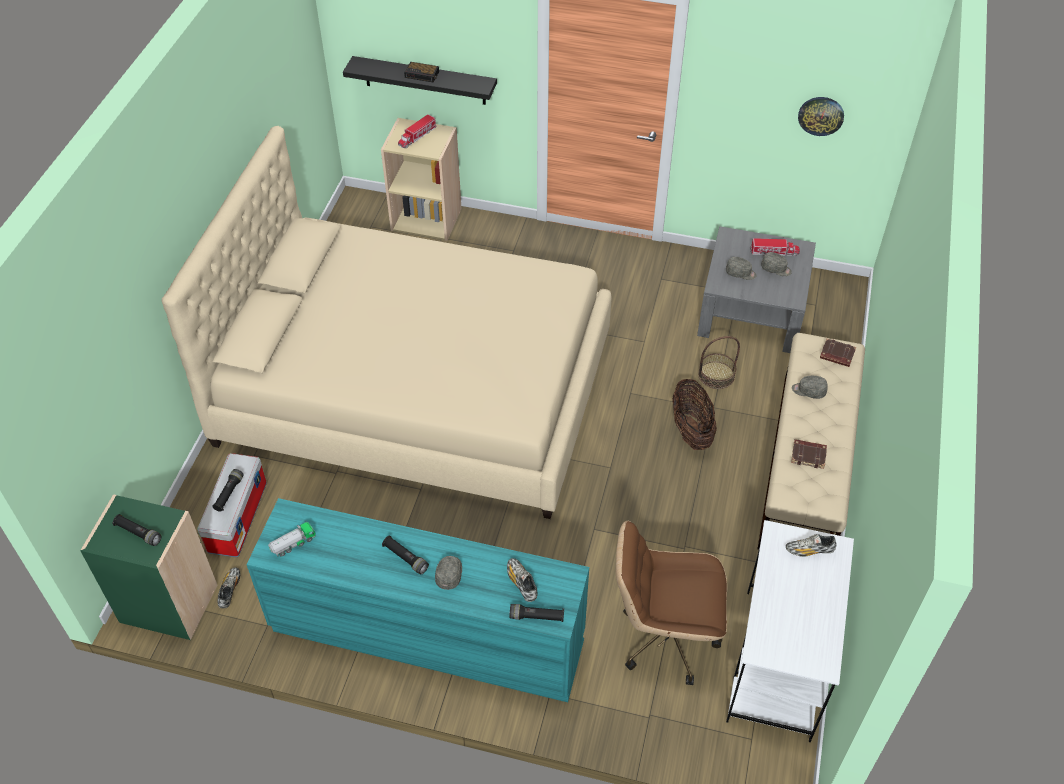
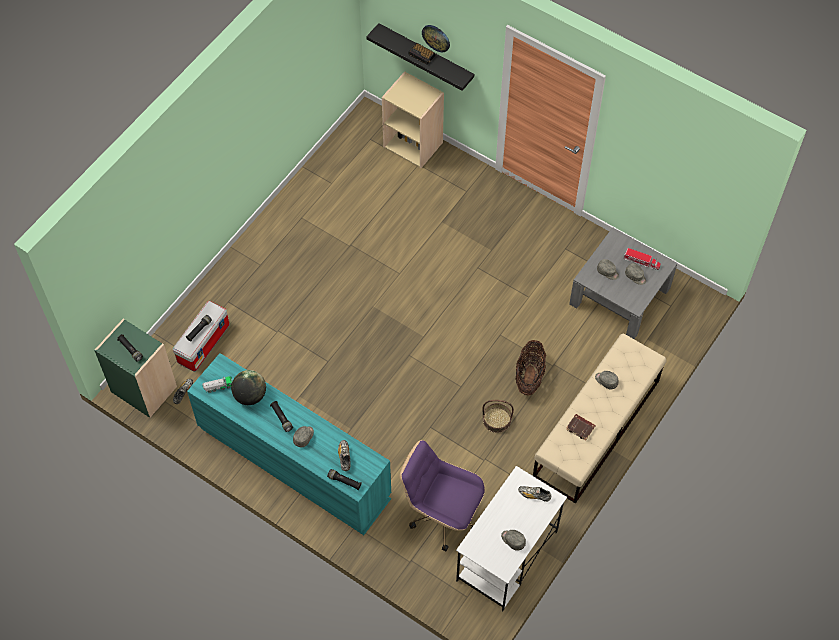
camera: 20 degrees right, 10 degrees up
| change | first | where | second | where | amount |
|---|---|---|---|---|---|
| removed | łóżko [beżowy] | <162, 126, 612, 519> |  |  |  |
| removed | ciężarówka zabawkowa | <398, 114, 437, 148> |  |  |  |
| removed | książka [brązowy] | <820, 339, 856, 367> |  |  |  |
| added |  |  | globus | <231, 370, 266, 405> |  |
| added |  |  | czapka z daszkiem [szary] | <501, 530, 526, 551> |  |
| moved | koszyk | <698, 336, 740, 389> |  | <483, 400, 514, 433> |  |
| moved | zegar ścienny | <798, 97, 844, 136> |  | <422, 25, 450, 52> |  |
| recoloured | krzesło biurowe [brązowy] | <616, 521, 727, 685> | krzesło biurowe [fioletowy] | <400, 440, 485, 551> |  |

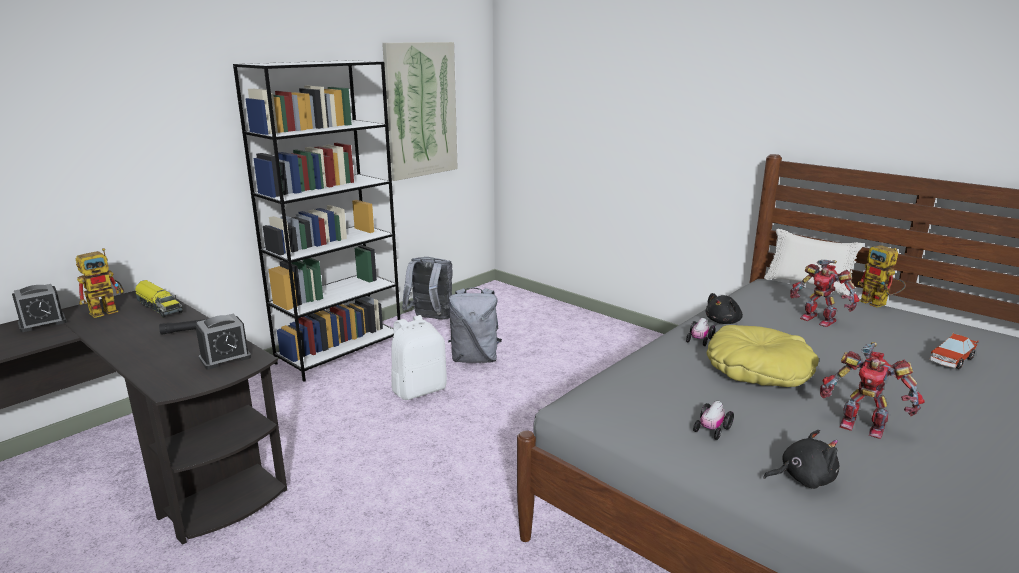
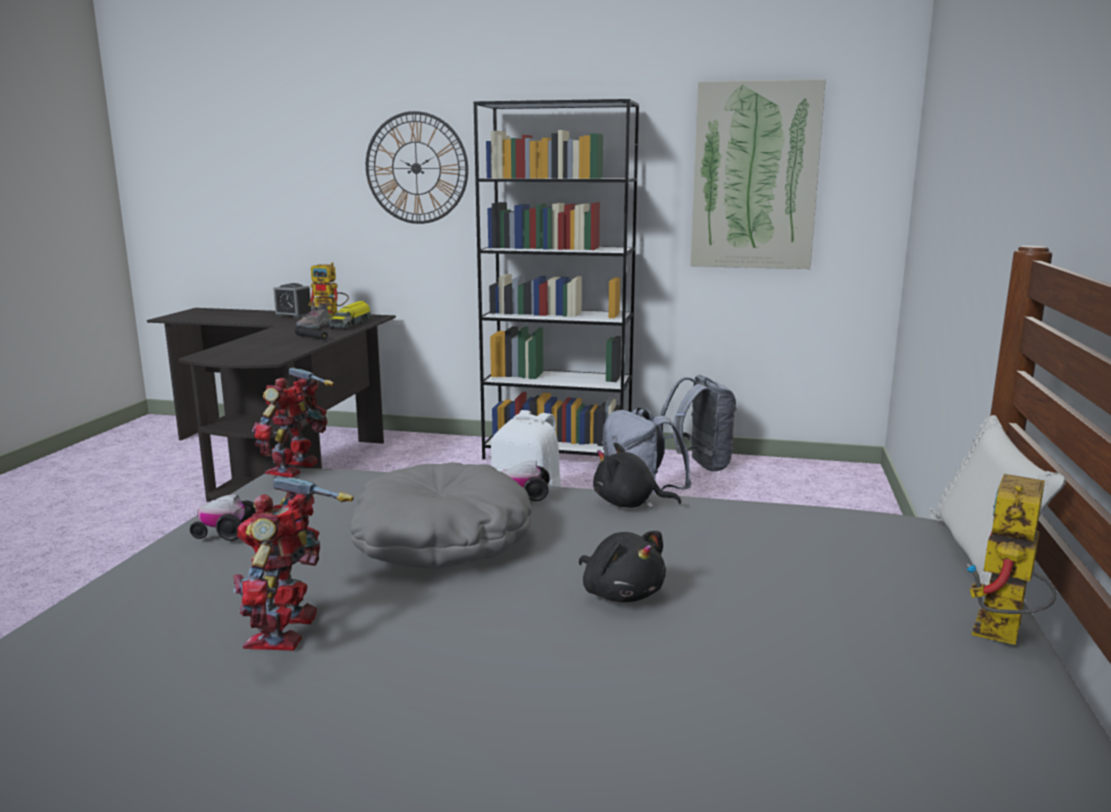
camera: 60 degrees right, 5 degrees down
| change | first | where | second | where | amount |
|---|---|---|---|---|---|
| removed | budzik | <195, 314, 251, 369> |  |  |  |
| removed | samochodzik | <929, 333, 979, 369> |  |  |  |
| added |  |  | but | <296, 303, 333, 329> |  |
| added |  |  | zegar ścienny | <366, 111, 468, 224> |  |
| moved | pluszak [czarny] | <763, 430, 839, 489> |  | <579, 531, 666, 602> |  |
| moved | robot zabawkowy | <790, 260, 859, 327> |  | <252, 367, 334, 478> |  |
| recoloured | poduszka [żółty] | <707, 325, 819, 387> | poduszka [szary] | <350, 462, 532, 569> |  |

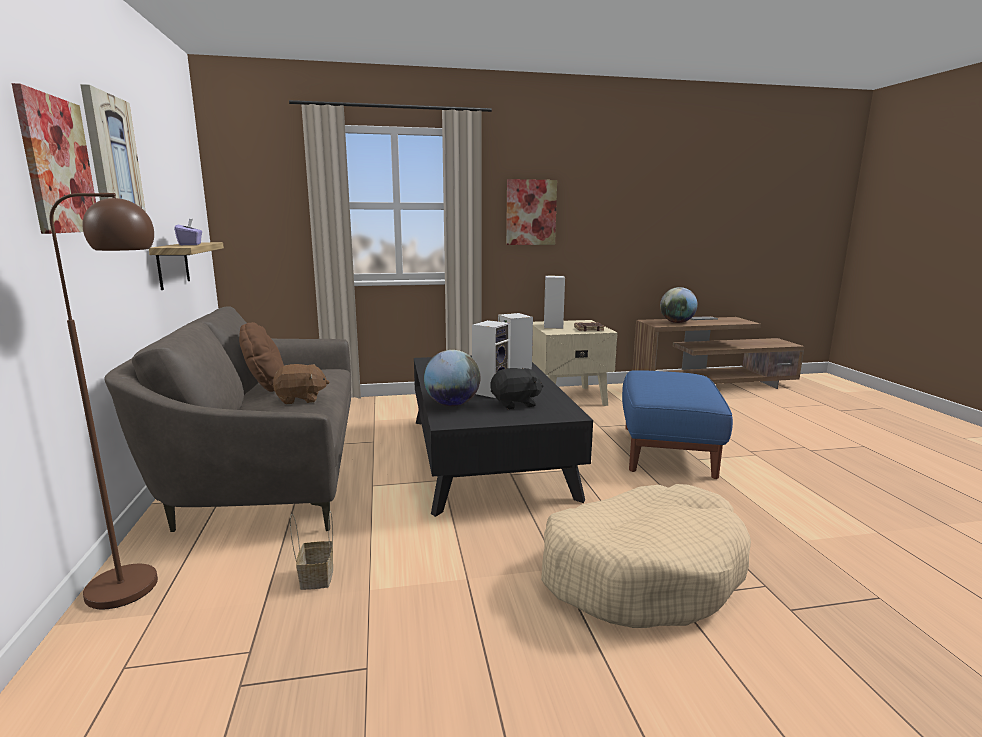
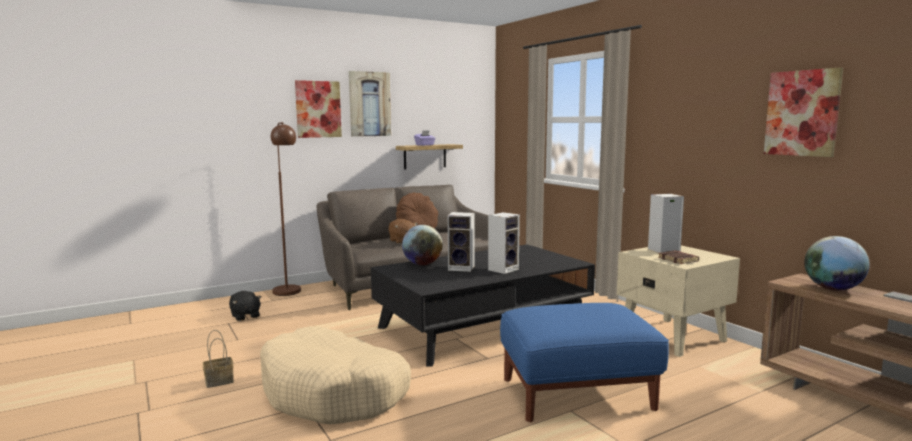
camera: 70 degrees right, 5 degrees down
| change | first | where | second | where | amount |
|---|---|---|---|---|---|
| moved | koszyk | <290, 511, 333, 590> |  | <203, 330, 234, 388> |  |
| moved | pluszak [czarny] | <491, 368, 543, 409> |  | <229, 291, 261, 321> |  |
| moved | obraz | <506, 179, 557, 245> |  | <764, 67, 843, 157> |  |

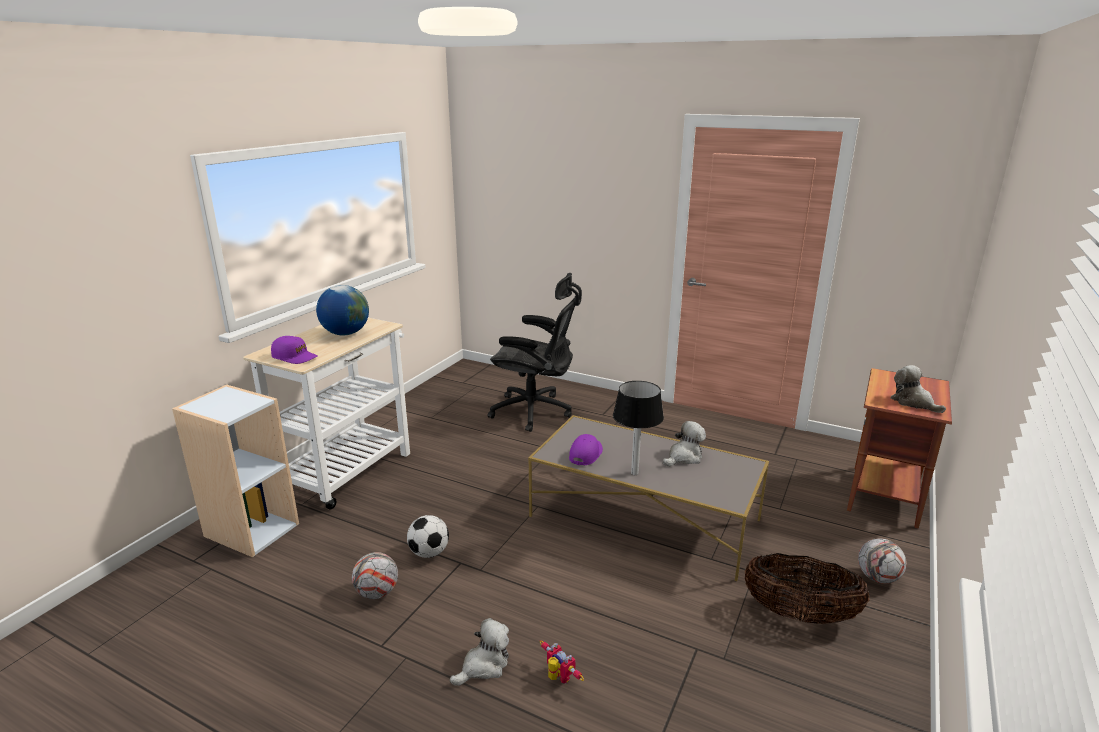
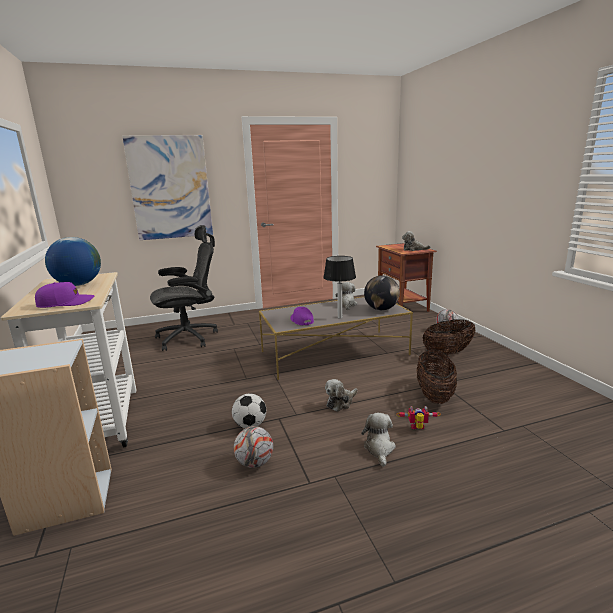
camera: 45 degrees left, 5 degrees down
| change | first | where | second | where | amount |
|---|---|---|---|---|---|
| added |  |  | obraz | <122, 135, 213, 240> |  |
| added |  |  | pluszak | <325, 379, 358, 412> |  |
| added |  |  | globus | <364, 275, 400, 310> |  |
| added |  |  | koszyk | <417, 349, 457, 404> |  |

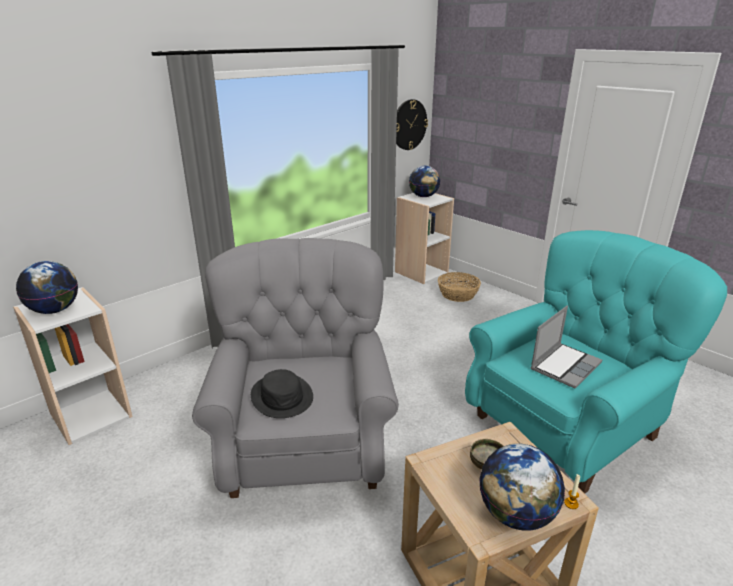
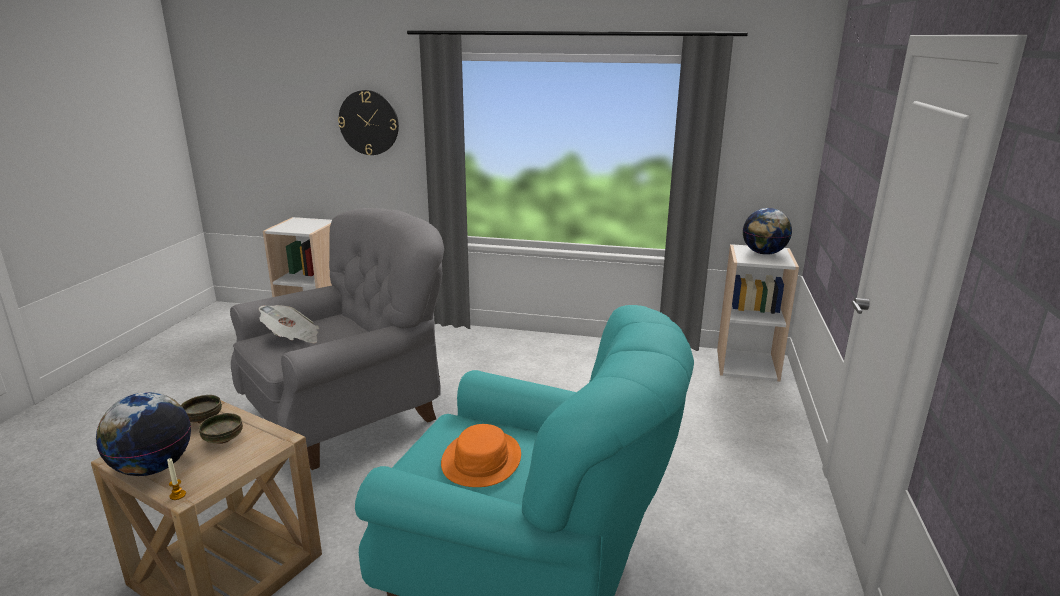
camera: 55 degrees right, 5 degrees down
| change | first | where | second | where | amount |
|---|---|---|---|---|---|
| removed | globus | <16, 261, 78, 314> |  |  |  |
| removed | koszyk | <438, 272, 481, 302> |  |  |  |
| added |  |  | miska | <181, 395, 222, 424> |  |
| moved | zegar ścienny | <396, 99, 428, 150> |  | <338, 90, 399, 155> |  |
| replaced | kapelusz [czarny] | <251, 369, 313, 418> | gazeta | <259, 305, 319, 343> |  |
| replaced | laptop | <531, 305, 602, 388> | kapelusz [pomarańczowy] | <441, 424, 521, 487> |  |

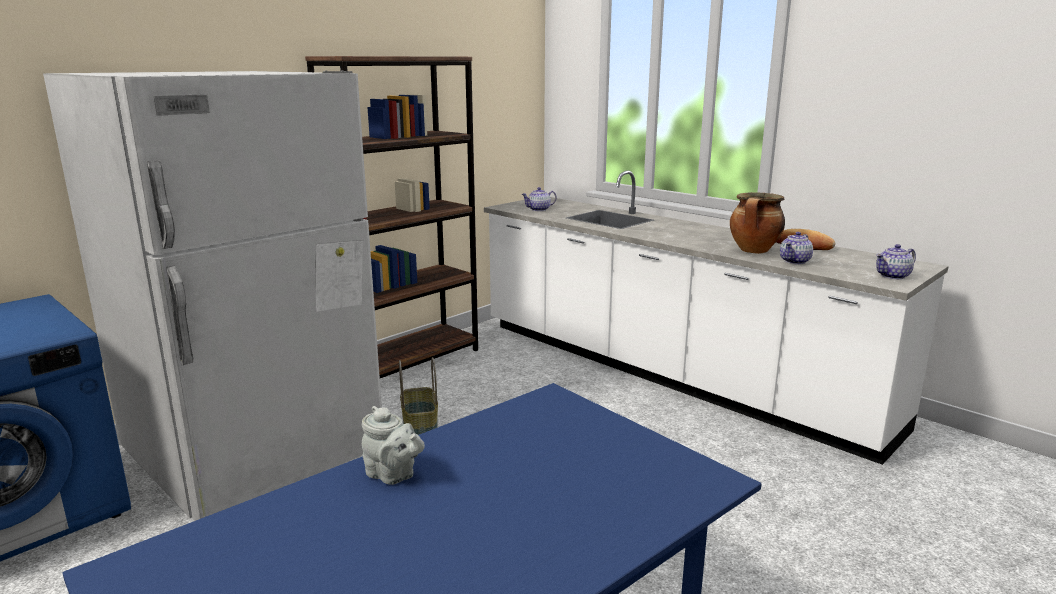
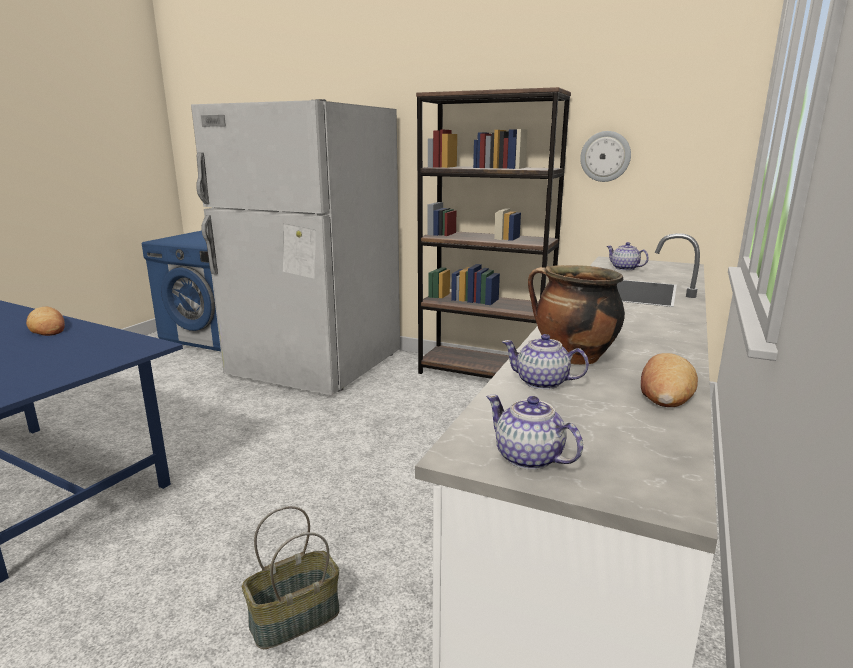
camera: 70 degrees right, 0 degrees up
| change | first | where | second | where | amount |
|---|---|---|---|---|---|
| added |  |  | zegar ścienny | <580, 131, 631, 182> |  |
| moved | koszyk | <399, 357, 438, 435> |  | <242, 506, 340, 649> |  |
| replaced | imbryk [szary] | <362, 406, 425, 485> | chleb | <26, 307, 65, 336> |  |

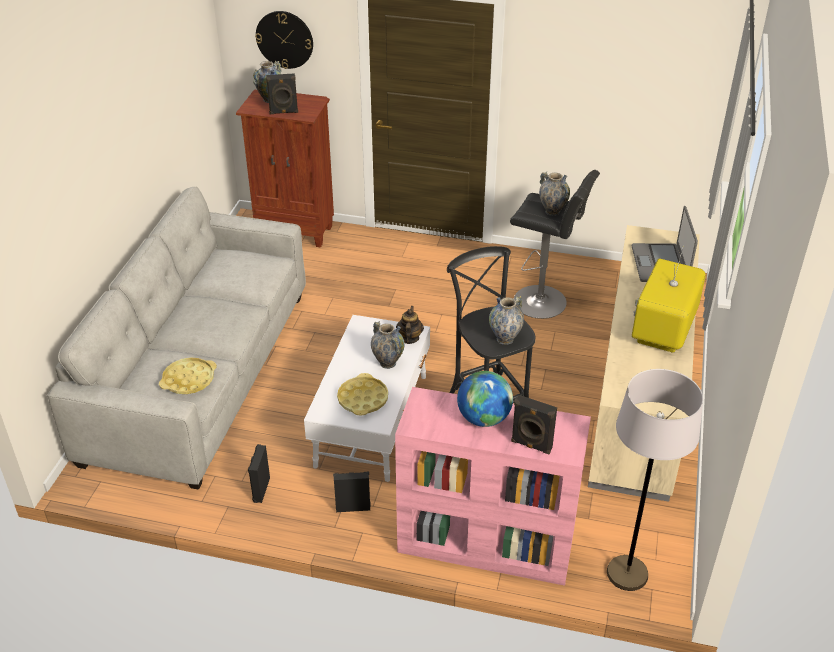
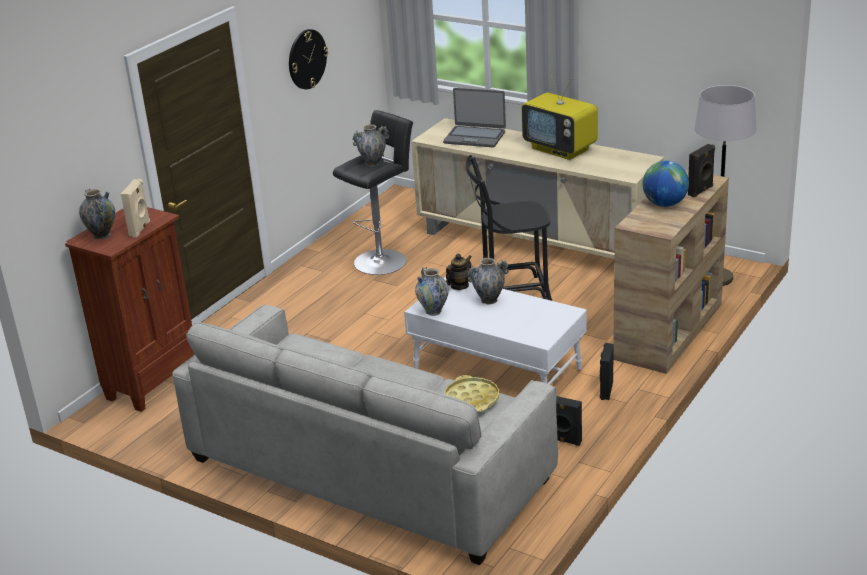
camera: 70 degrees left, 10 degrees down
| change | first | where | second | where | amount |
|---|---|---|---|---|---|
| removed | taca [żółty] | <337, 373, 388, 416> |  |  |  |
| moved | zegar ścienny | <255, 11, 313, 69> |  | <289, 29, 328, 89> |  |
| moved | wazon | <489, 296, 524, 345> |  | <415, 267, 449, 316> |  |
| recoloured | głośnik [czarny] | <266, 73, 298, 114> | głośnik [beżowy] | <121, 179, 150, 237> |  |
| recoloured | regał [różowy] | <395, 387, 591, 586> | regał [brązowy] | <613, 169, 729, 374> |  |
| turned | imbryk | <396, 306, 424, 344> |  | <446, 254, 472, 290> | 105 degrees clockwise |

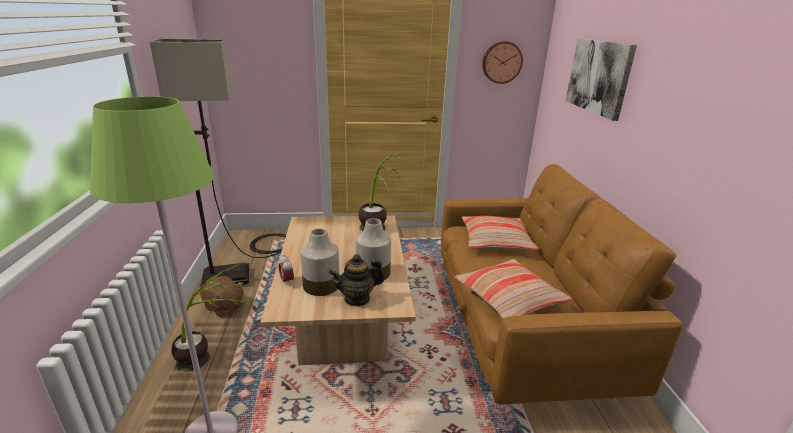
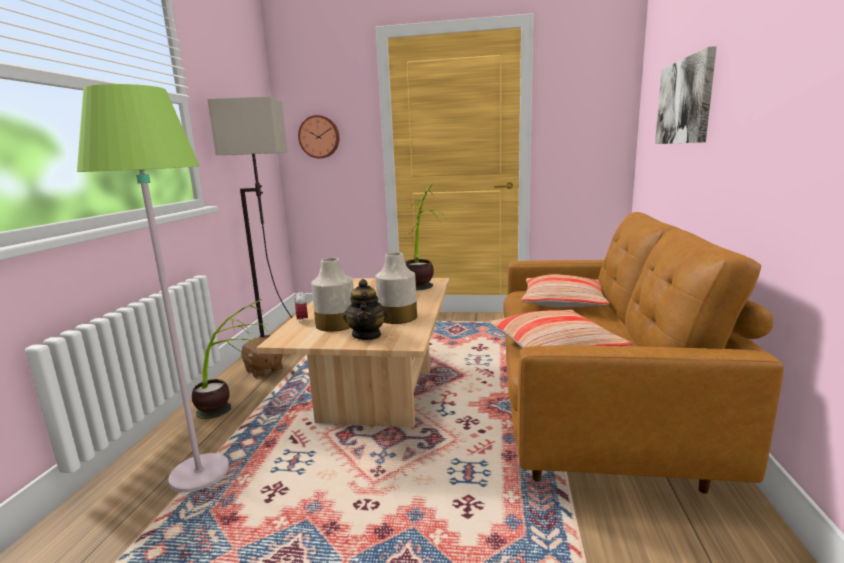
camera: 15 degrees right, 10 degrees down
| change | first | where | second | where | amount |
|---|---|---|---|---|---|
| moved | zegar ścienny | <482, 41, 523, 84> |  | <298, 115, 339, 158> |  |
| turned | imbryk | <328, 254, 385, 306> |  | <343, 279, 387, 340> | 90 degrees counterclockwise |

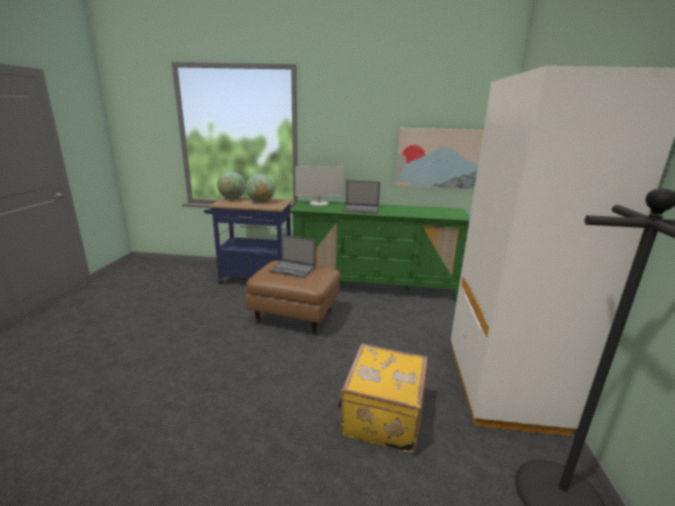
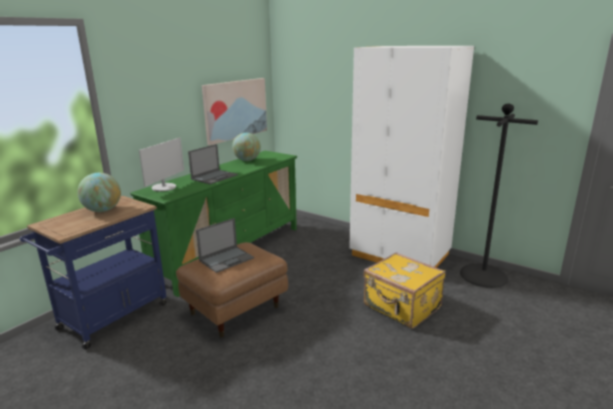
camera: 60 degrees left, 0 degrees up
| change | first | where | second | where | amount |
|---|---|---|---|---|---|
| moved | globus | <217, 171, 246, 199> |  | <232, 133, 261, 161> |  |

